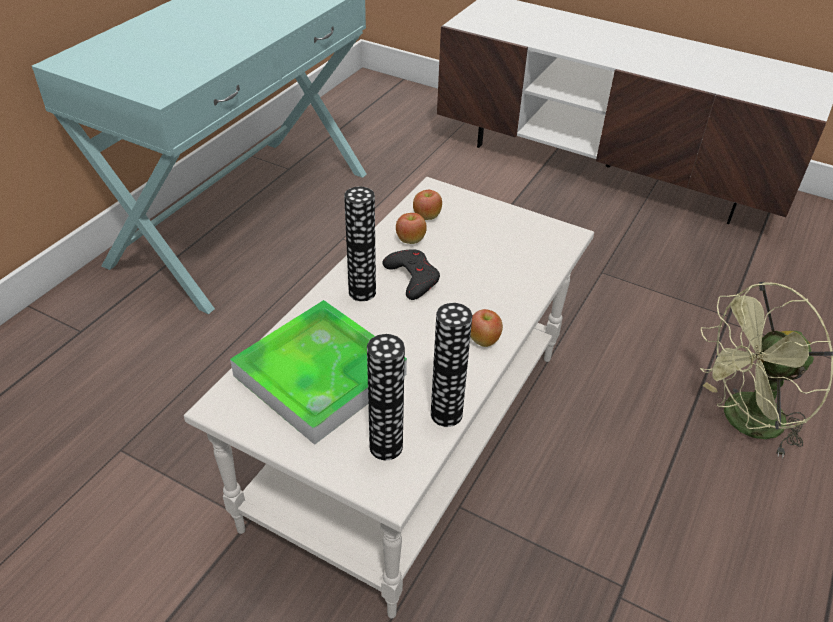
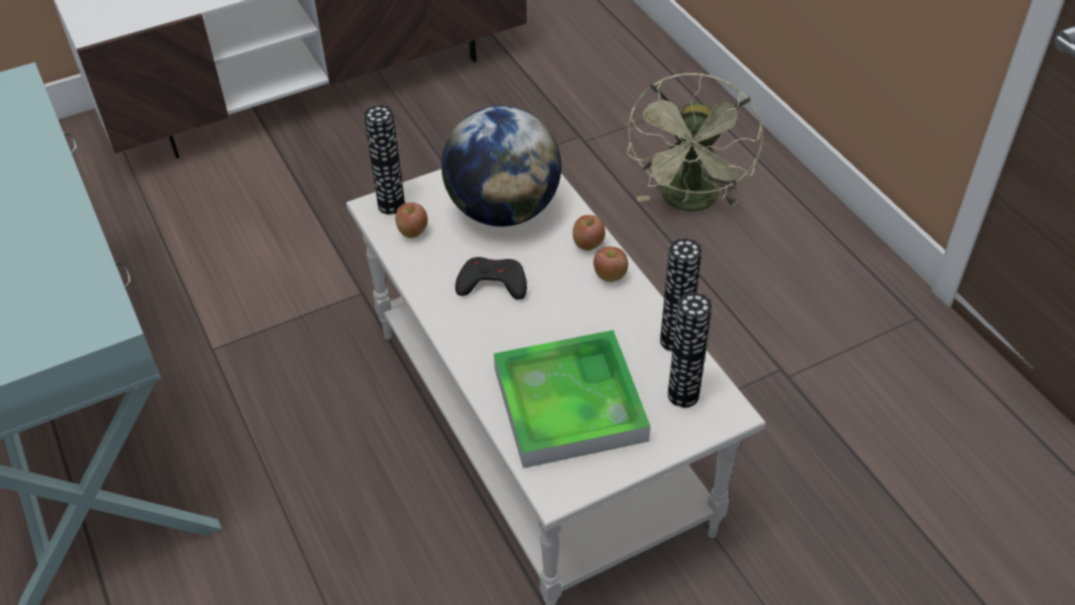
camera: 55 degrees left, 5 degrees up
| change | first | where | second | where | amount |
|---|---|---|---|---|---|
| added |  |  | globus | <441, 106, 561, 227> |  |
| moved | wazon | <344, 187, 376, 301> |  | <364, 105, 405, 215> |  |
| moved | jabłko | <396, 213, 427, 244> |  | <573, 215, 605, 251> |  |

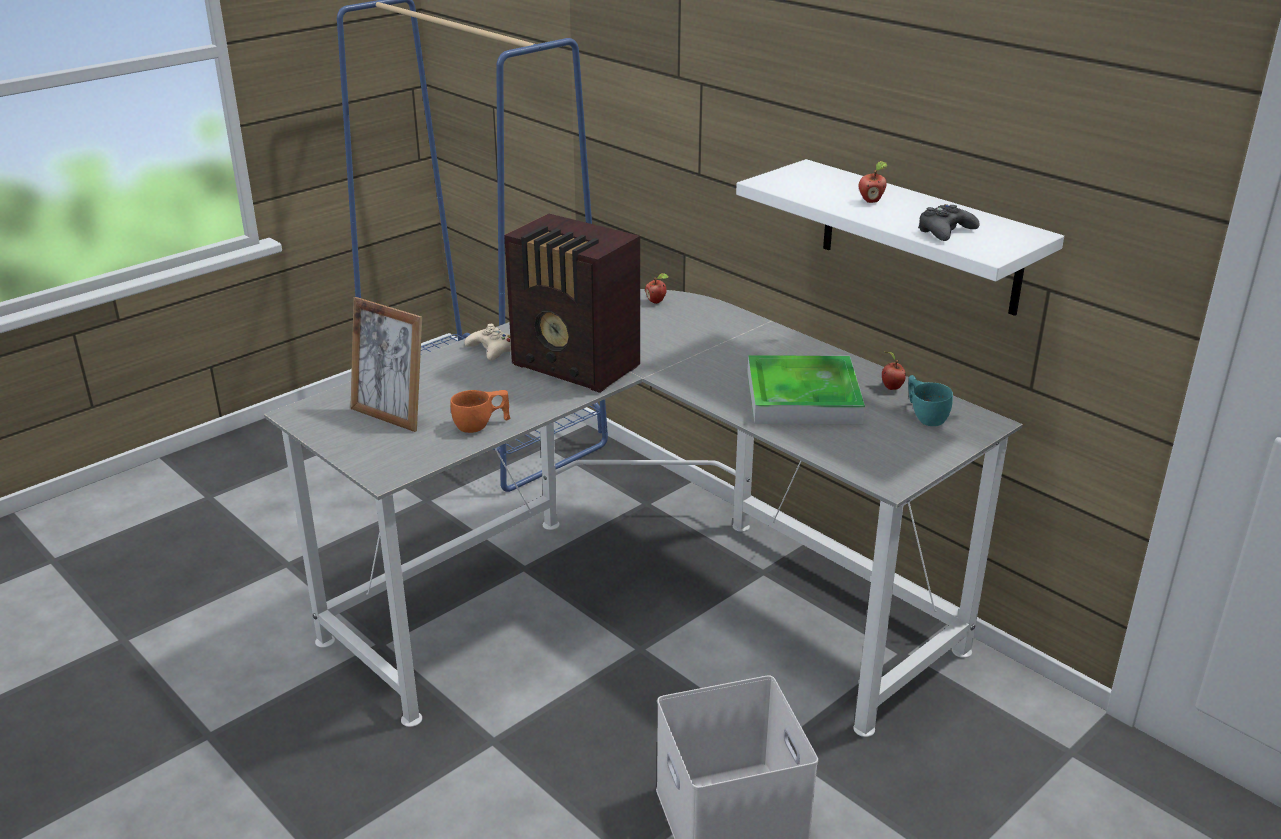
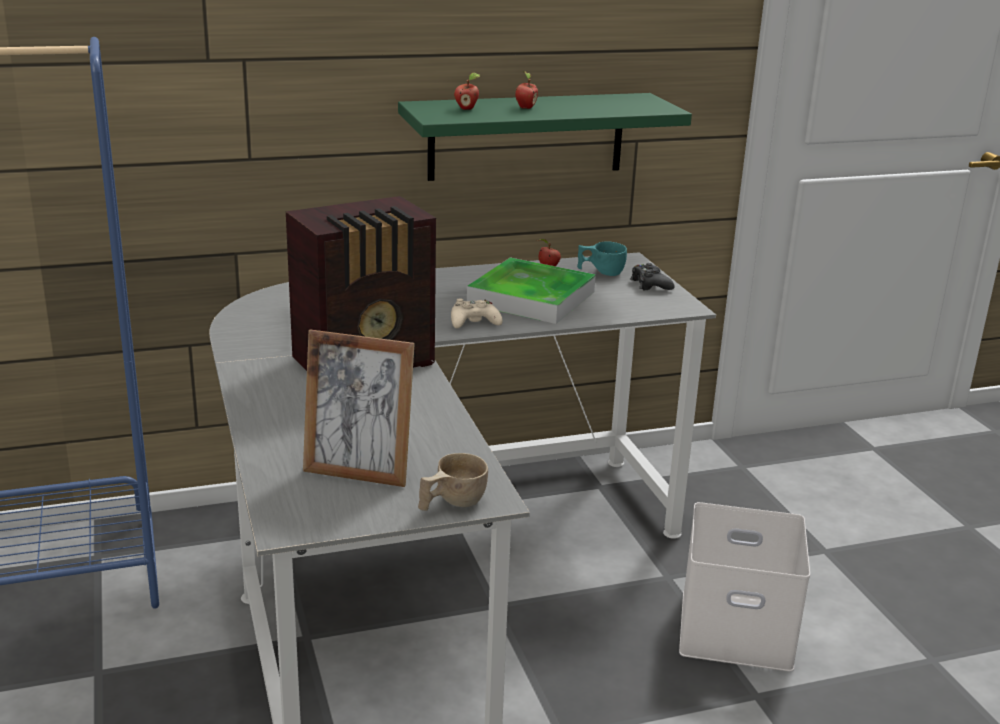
camera: 65 degrees left, 5 degrees down
| change | first | where | second | where | amount |
|---|---|---|---|---|---|
| removed | filiżanka [pomarańczowy] | <450, 390, 510, 433> |  |  |  |
| added |  |  | filiżanka [beżowy] | <418, 453, 488, 511> |  |
| moved | pad do gier [beżowy] | <465, 324, 511, 361> |  | <451, 298, 503, 328> |  |
| moved | jabłko | <645, 273, 669, 304> |  | <454, 73, 480, 110> |  |
| moved | pad do gier [czarny] | <918, 204, 980, 241> |  | <630, 263, 675, 290> |  |
| recoloured | półka [biały] | <736, 159, 1064, 316> | półka [zielony] | <398, 93, 692, 181> |  |
| turned | ramka na zdjęcie | <351, 297, 422, 432> |  | <303, 329, 415, 487> | 45 degrees clockwise |

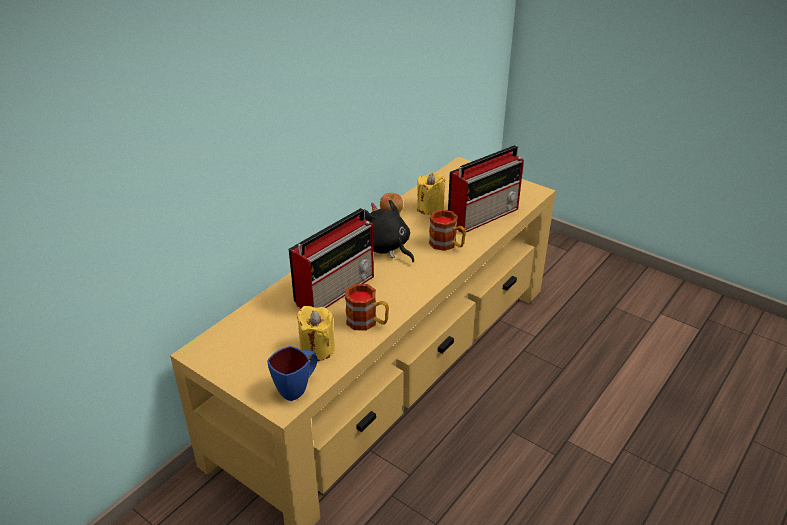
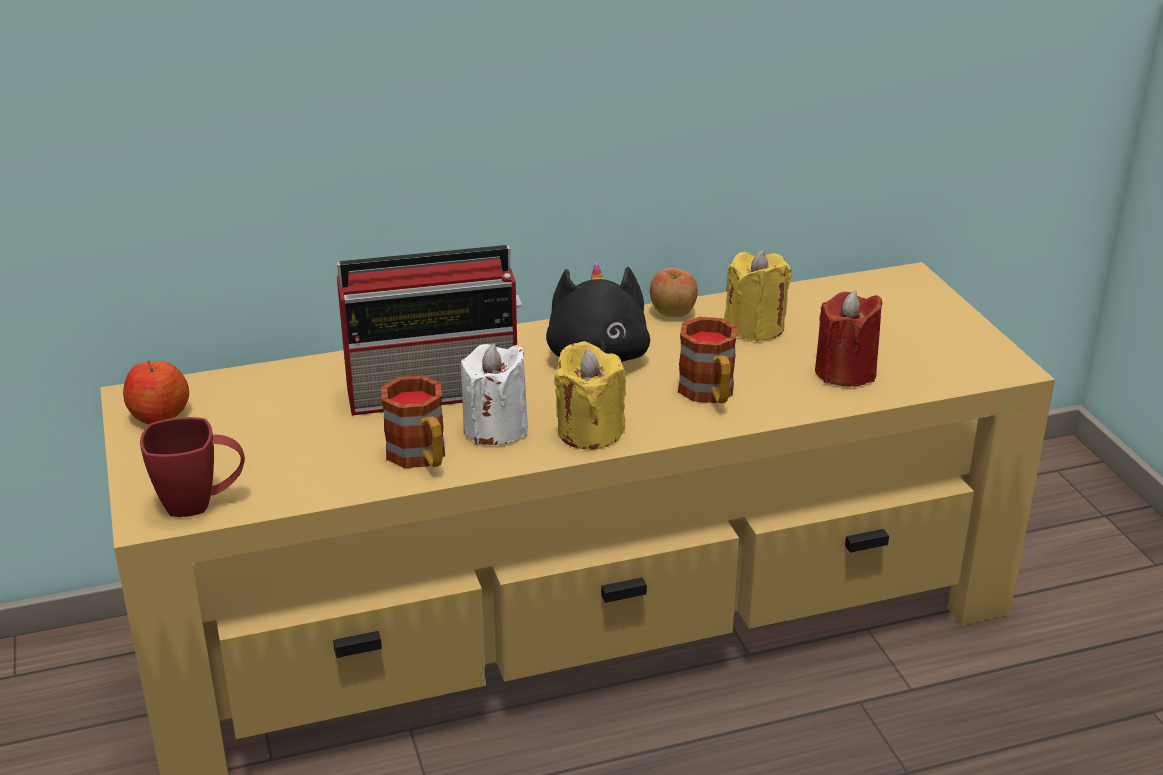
camera: 35 degrees right, 5 degrees down
| change | first | where | second | where | amount |
|---|---|---|---|---|---|
| added |  |  | jabłko | <123, 360, 189, 425> |  |
| added |  |  | świeca [biały] | <460, 343, 528, 445> |  |
| moved | świeca [żółty] | <297, 306, 335, 361> |  | <554, 341, 626, 449> |  |
| replaced | radio | <448, 145, 524, 233> | świeca [czerwony] | <815, 291, 883, 387> |  |
| recoloured | kubek [niebieski] | <267, 346, 318, 401> | kubek [czerwony] | <140, 417, 245, 517> |  |

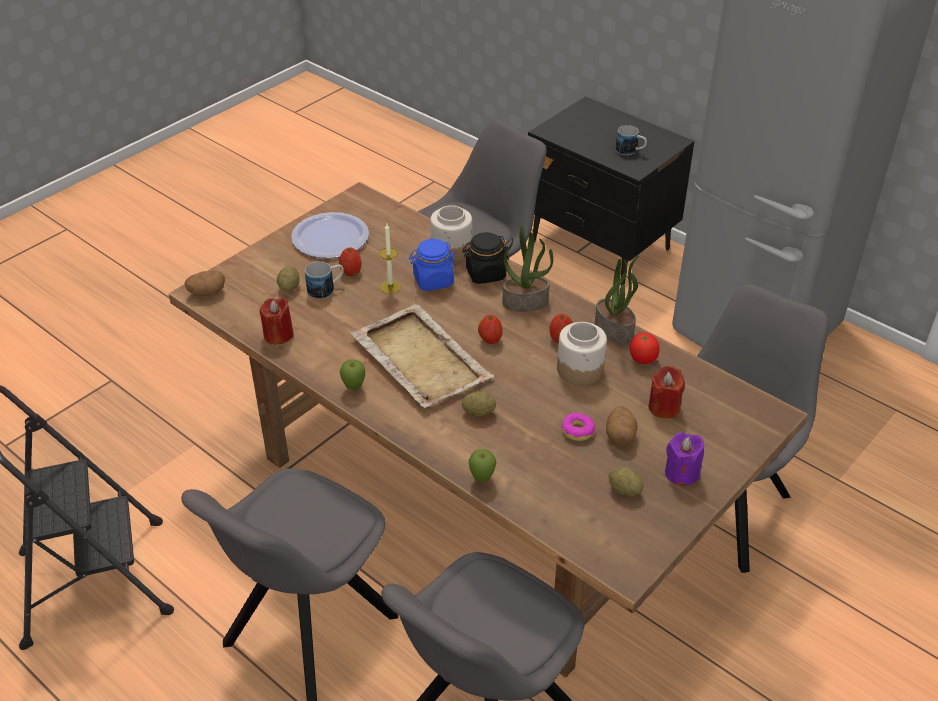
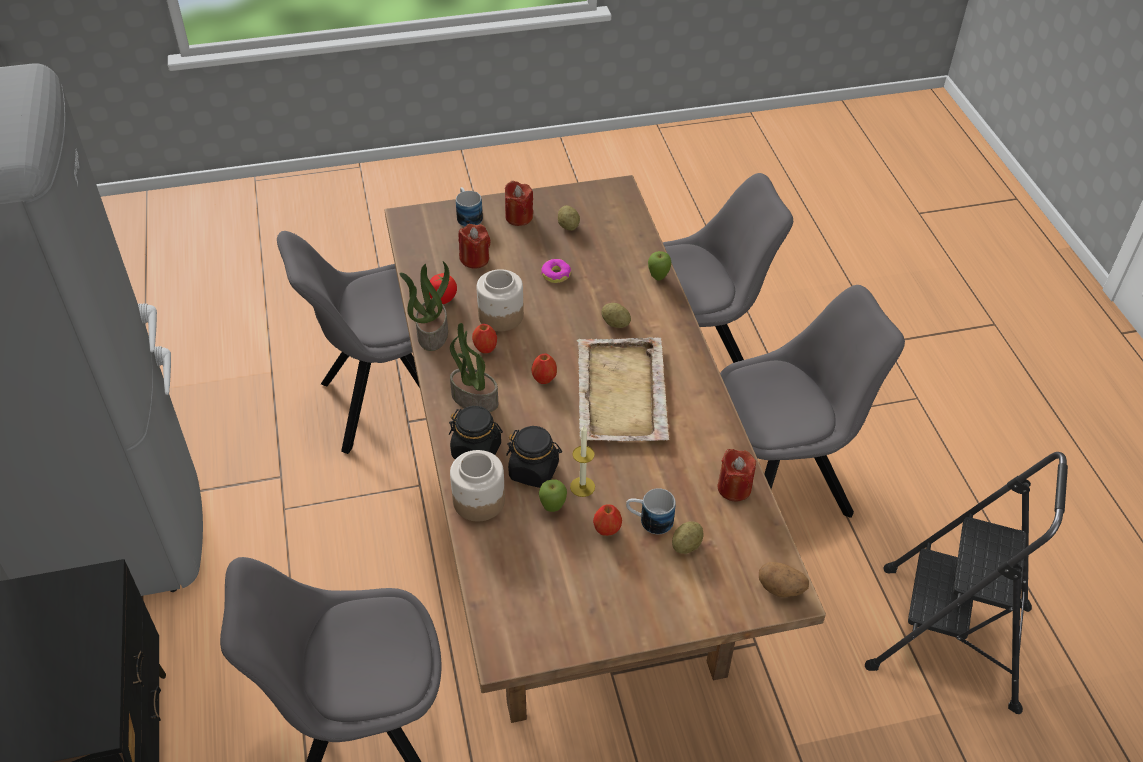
camera: 145 degrees left, 5 degrees up
| change | first | where | second | where | amount |
|---|---|---|---|---|---|
| removed | talerz | <291, 212, 369, 258> |  |  |  |
| removed | ziemniak | <606, 406, 637, 444> |  |  |  |
| moved | jabłko | <340, 359, 365, 391> |  | <539, 479, 567, 512> |  |
| moved | kubek | <616, 125, 647, 155> |  | <456, 187, 483, 227> |  |
| recoloured | słoik [niebieski] | <409, 239, 456, 291> | słoik [czarny] | <506, 426, 562, 488> |  |
| recoloured | świeca [fioletowy] | <665, 432, 704, 486> | świeca [czerwony] | <505, 181, 533, 226> |  |

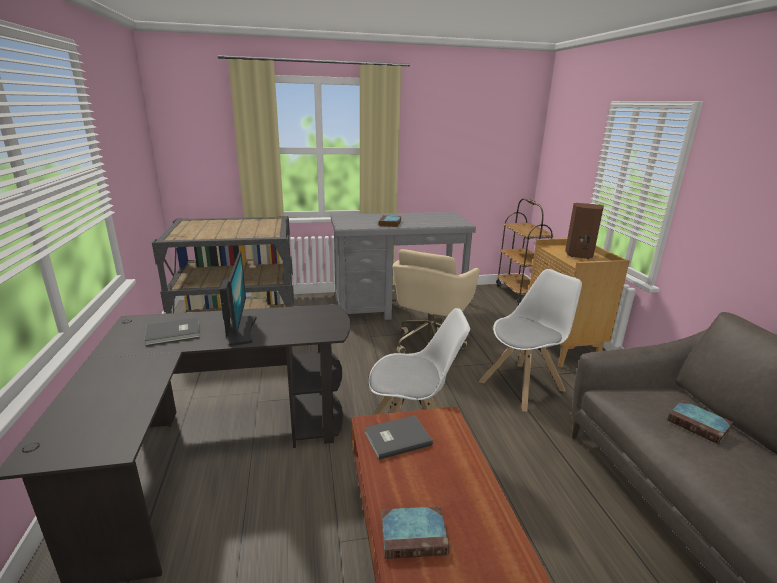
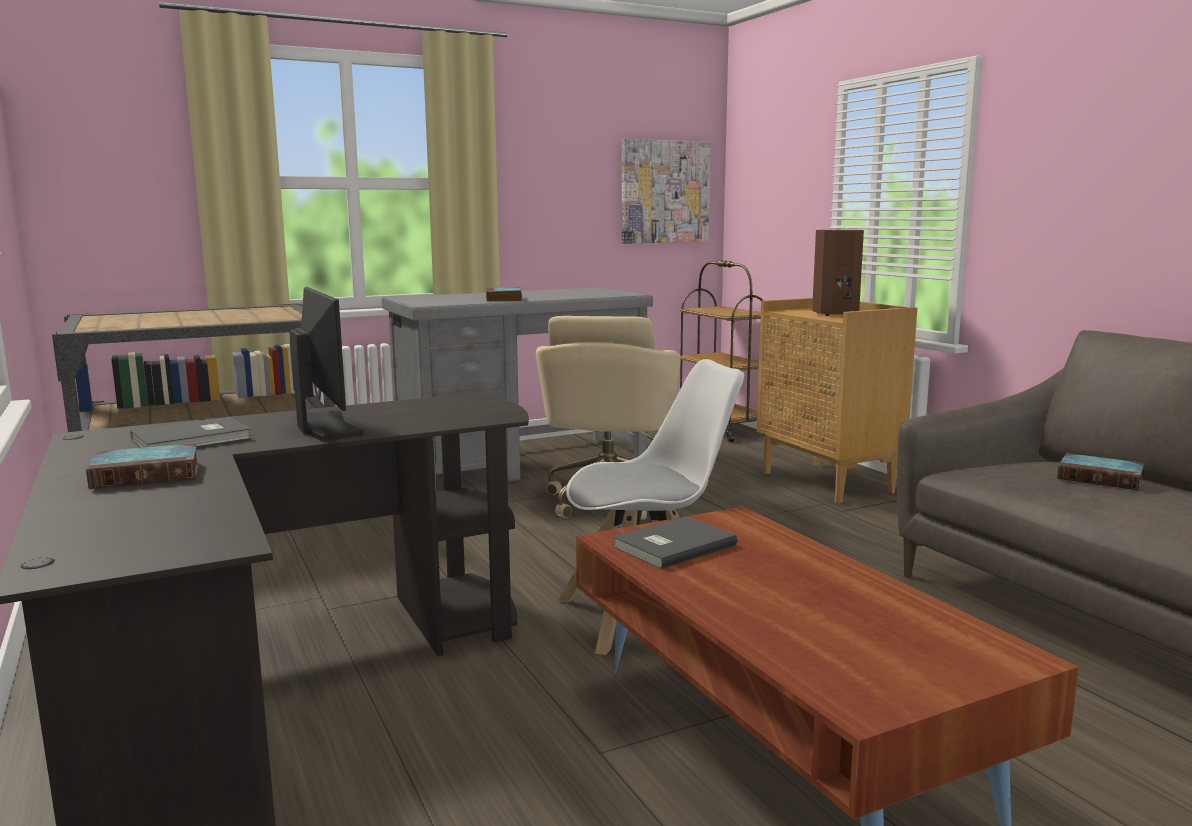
camera: 15 degrees left, 10 degrees down
| change | first | where | second | where | amount |
|---|---|---|---|---|---|
| removed | krzesło | <479, 269, 582, 412> |  |  |  |
| added |  |  | obraz | <622, 139, 711, 244> |  |
| moved | książka | <381, 506, 449, 559> |  | <86, 443, 199, 489> |  |

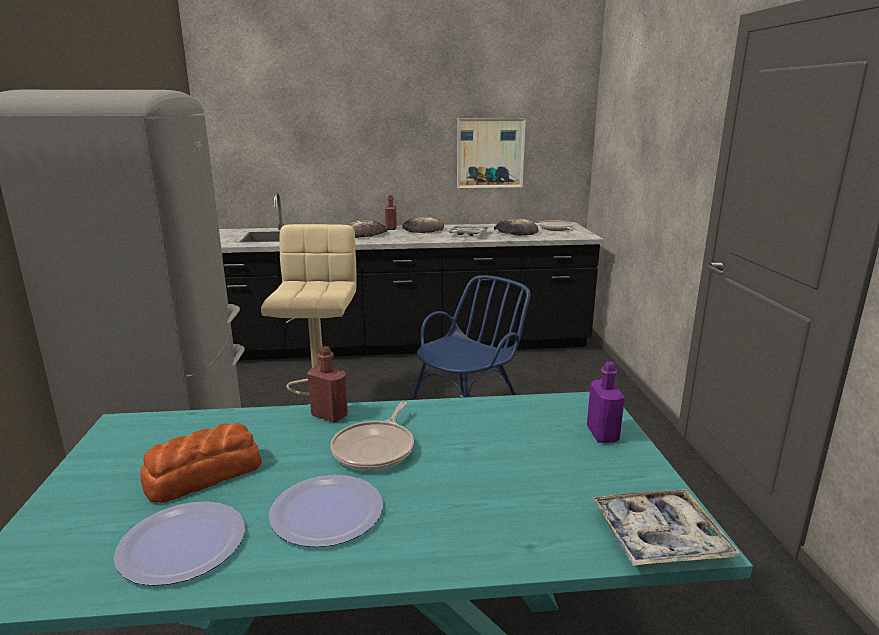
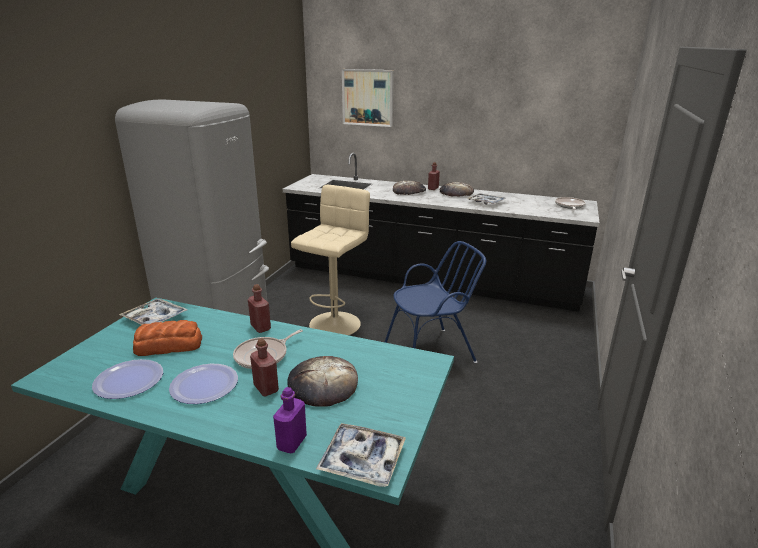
camera: 25 degrees right, 5 degrees up
| change | first | where | second | where | amount |
|---|---|---|---|---|---|
| added |  |  | taca | <119, 299, 187, 325> |  |
| added |  |  | butelka [czerwony] | <250, 338, 279, 396> |  |
| moved | obraz | <457, 118, 526, 188> |  | <342, 69, 394, 127> |  |
| moved | chleb | <494, 218, 538, 236> |  | <287, 356, 358, 407> |  |
| moved | butelka [fioletowy] | <587, 361, 625, 443> |  | <273, 387, 307, 453> |  |

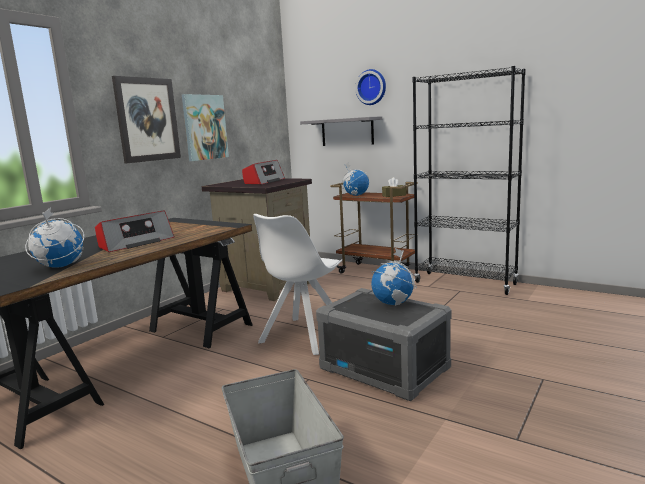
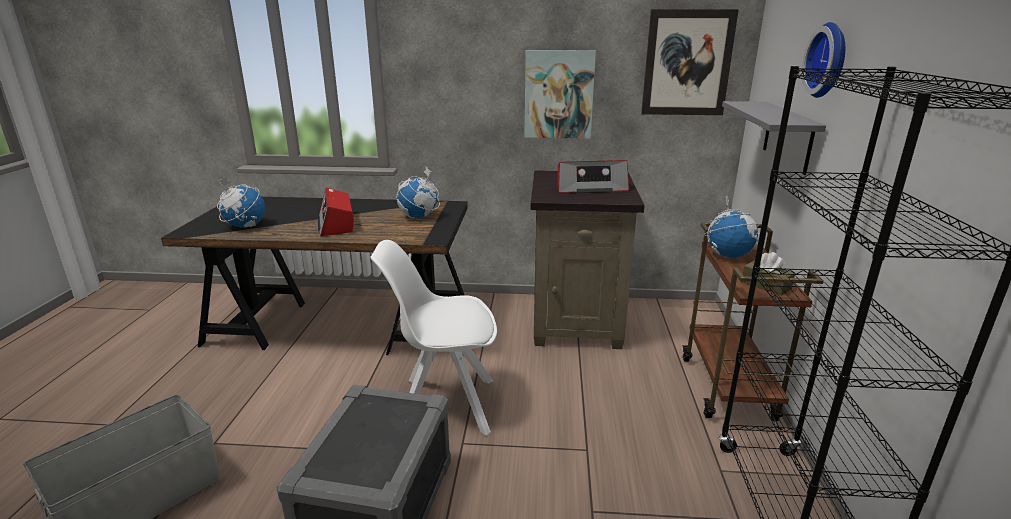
camera: 60 degrees right, 10 degrees up
| change | first | where | second | where | amount |
|---|---|---|---|---|---|
| moved | obraz | <112, 76, 181, 163> |  | <641, 9, 739, 115> |  |
| moved | globus | <371, 248, 417, 306> |  | <396, 167, 440, 218> |  |
| turned | radio | <95, 210, 175, 252> |  | <318, 188, 354, 237> | 60 degrees clockwise |

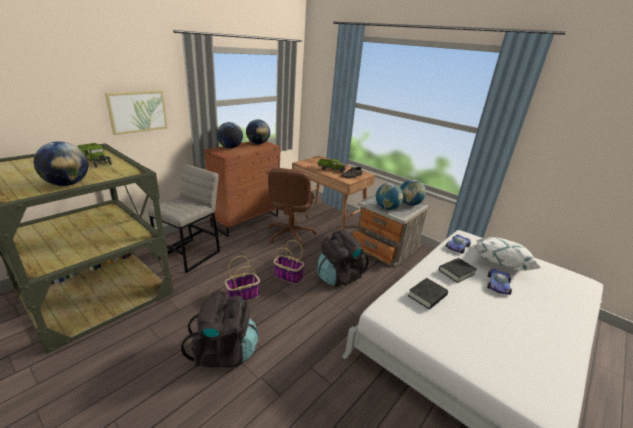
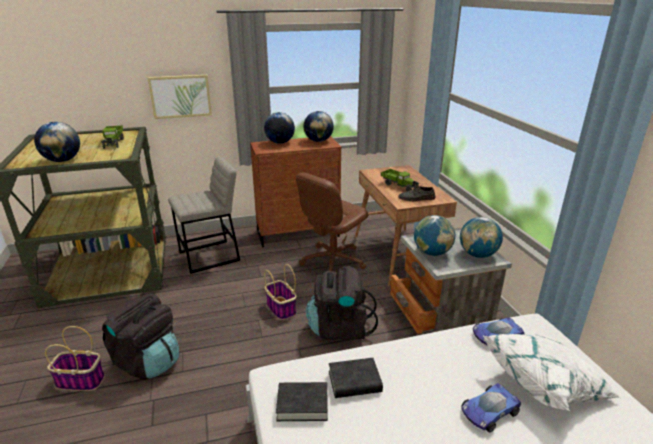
camera: 35 degrees right, 0 degrees up
| change | first | where | second | where | amount |
|---|---|---|---|---|---|
| moved | koszyk | <225, 256, 260, 301> |  | <45, 326, 105, 391> |  |
| moved | książka [czarny] | <439, 258, 477, 283> |  | <276, 382, 328, 421> |  |

